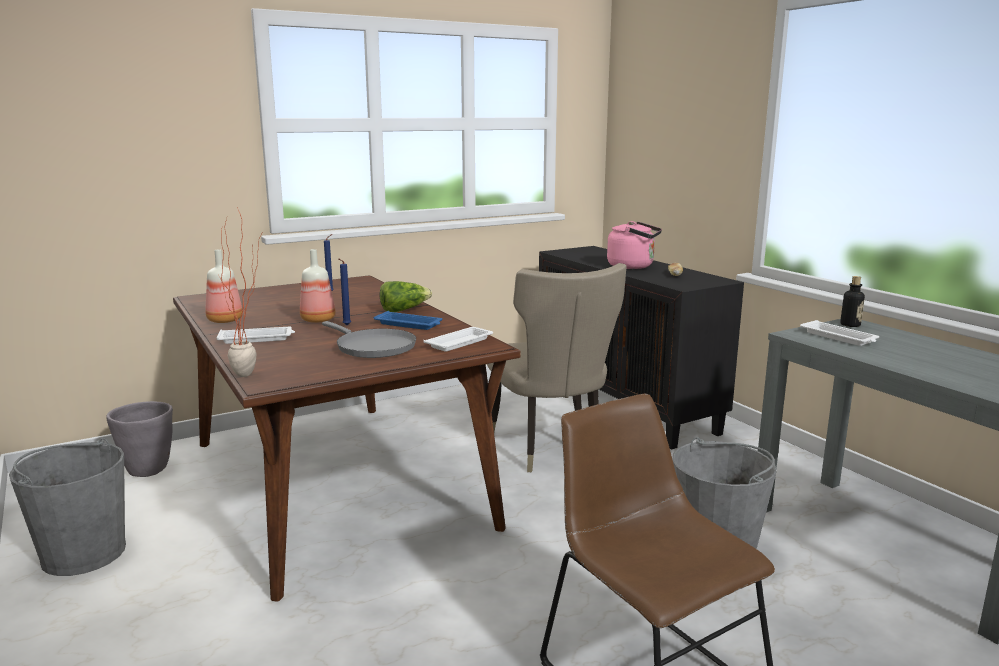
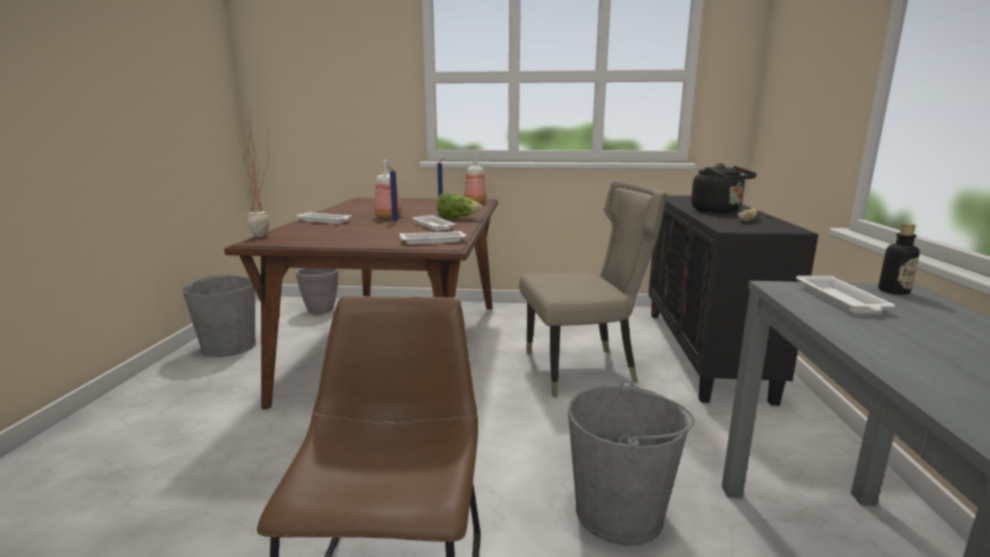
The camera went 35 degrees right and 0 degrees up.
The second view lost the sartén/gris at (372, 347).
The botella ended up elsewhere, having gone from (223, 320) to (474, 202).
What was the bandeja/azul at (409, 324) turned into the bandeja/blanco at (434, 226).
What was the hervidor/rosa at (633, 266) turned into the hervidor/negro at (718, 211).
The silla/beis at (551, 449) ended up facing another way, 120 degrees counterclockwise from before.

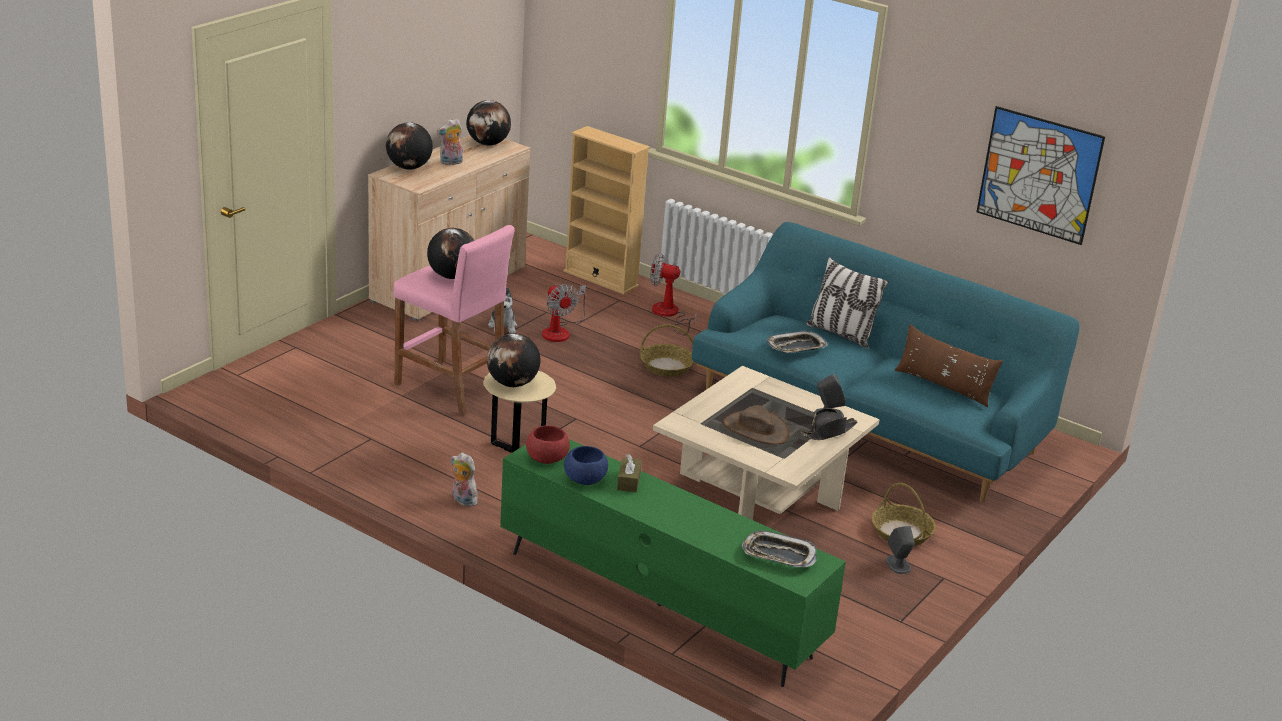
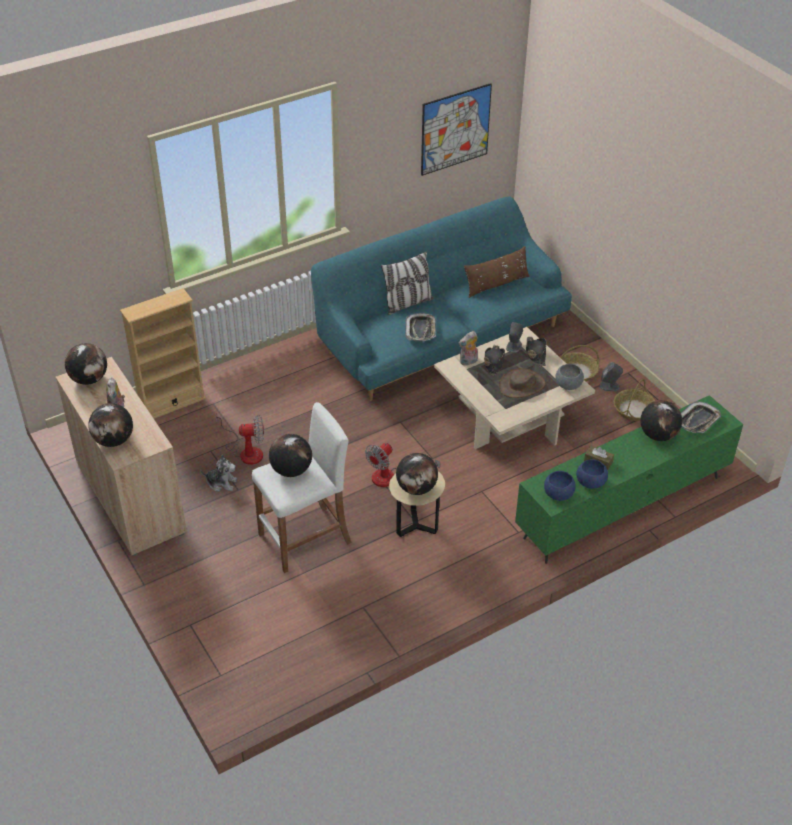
The camera went 65 degrees left and 15 degrees up.
The second view gained the sombrero/negro at (494, 362).
The second view gained the cuenco/gris at (568, 385).
The second view gained the globo terráqueo at (657, 435).
The peluche ended up elsewhere, having gone from (462, 500) to (468, 362).
The cesta ended up elsewhere, having gone from (666, 367) to (633, 410).
The ventilador ended up elsewhere, having gone from (669, 315) to (392, 478).
What was the taburete/rosa at (452, 387) turned into the taburete/blanco at (305, 539).
What was the cuenco/rojo at (547, 458) turned into the cuenco/azul at (558, 494).

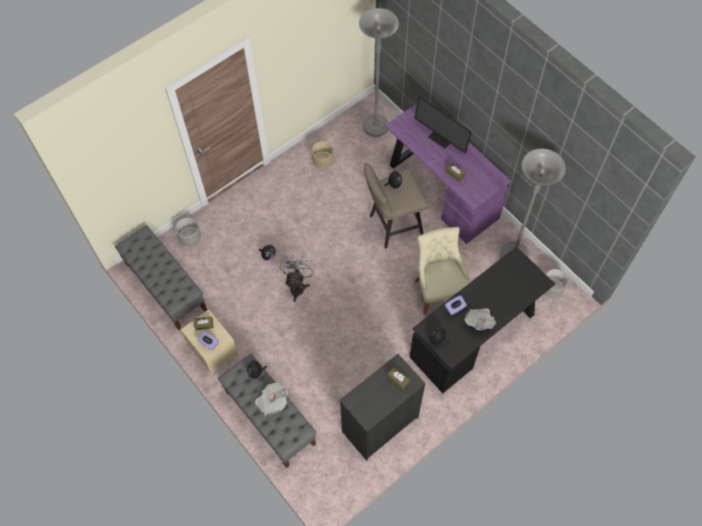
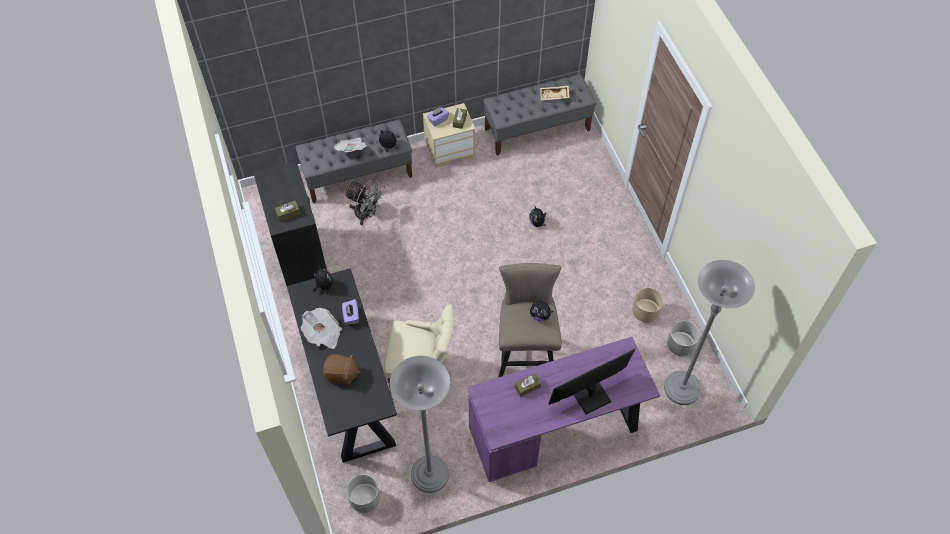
The camera went 110 degrees right and 5 degrees down.
The second view gained the peluche/marrón at (342, 374).
The second view gained the bandeja/beis at (554, 96).
The maceta/gris ended up elsewhere, having gone from (190, 238) to (680, 345).
The ventilador/gris ended up elsewhere, having gone from (298, 285) to (366, 214).

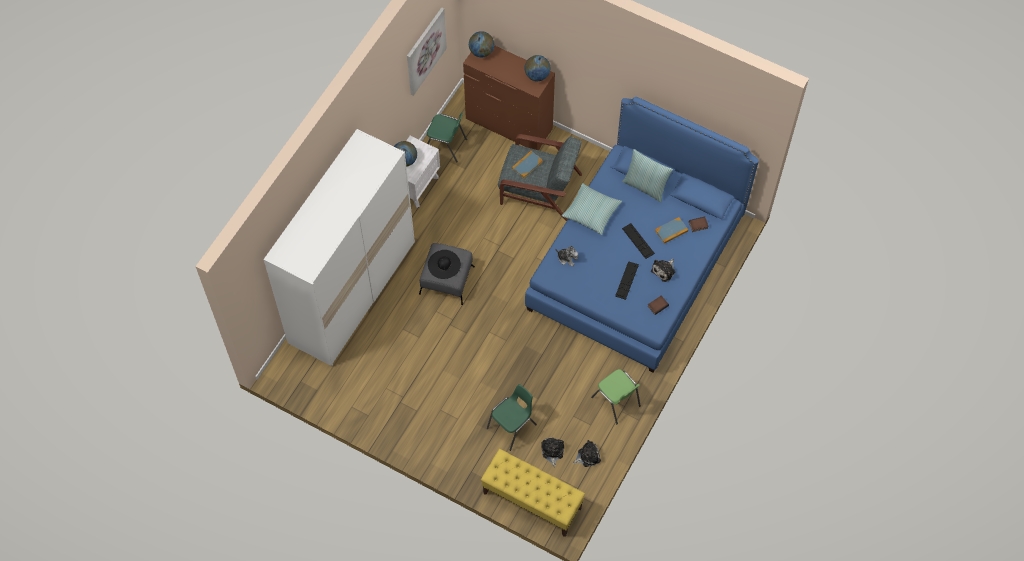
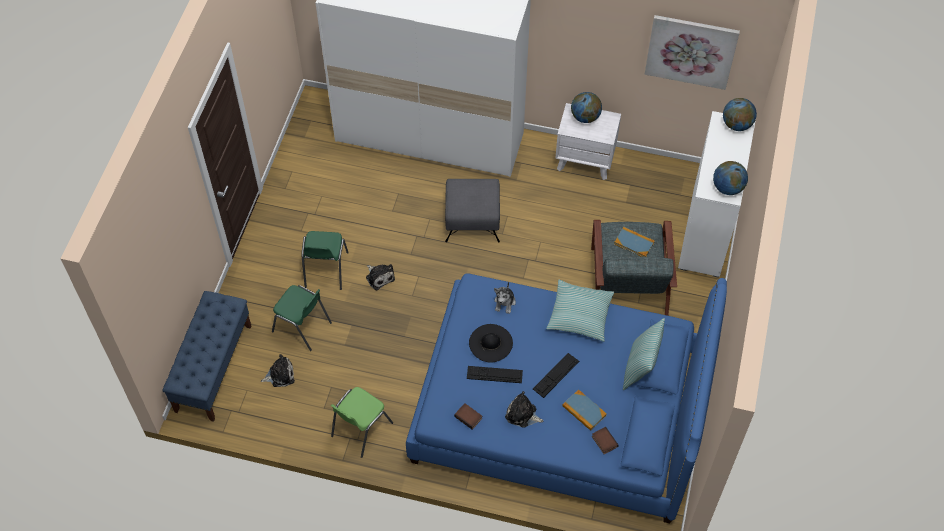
The camera went 75 degrees right and 5 degrees down.
The silla/verde ended up elsewhere, having gone from (446, 146) to (325, 270).
The sombrero/negro ended up elsewhere, having gone from (444, 264) to (490, 343).
The peluche ended up elsewhere, having gone from (587, 456) to (379, 277).
What was the cómoda/marrón at (509, 124) turned into the cómoda/blanco at (706, 231).
What was the banco/amarillo at (532, 500) turned into the banco/azul at (213, 368).

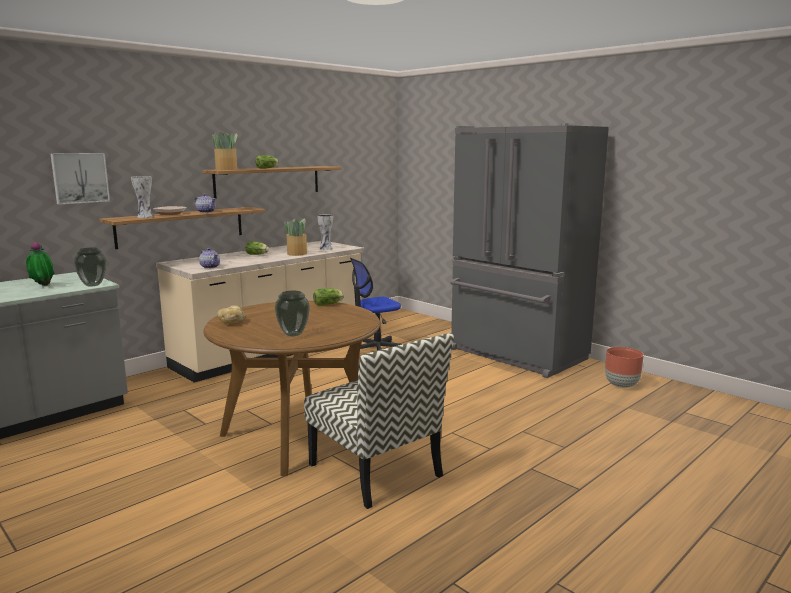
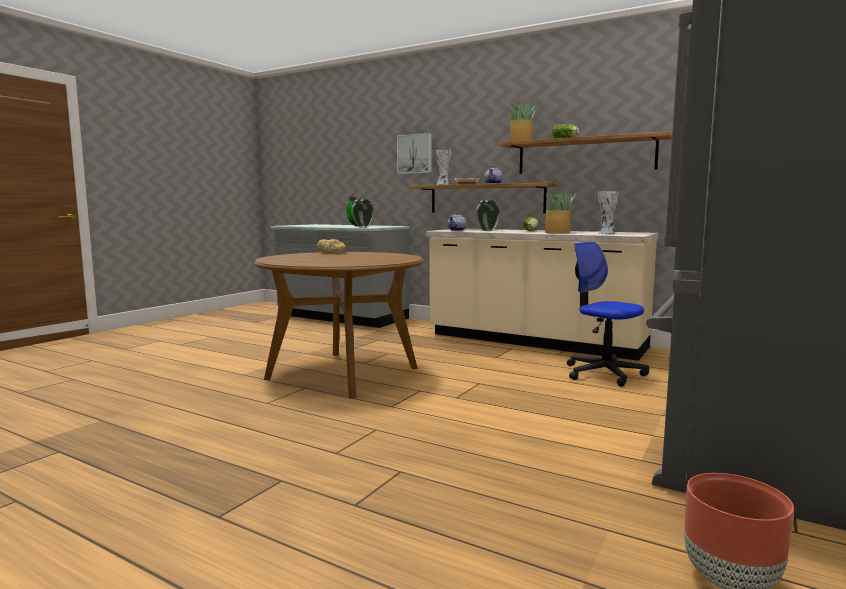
The camera went 75 degrees right and 5 degrees down.
The second view lost the silla at (377, 471).
The second view lost the lechuga at (329, 304).
The florero ended up elsewhere, having gone from (292, 334) to (487, 231).

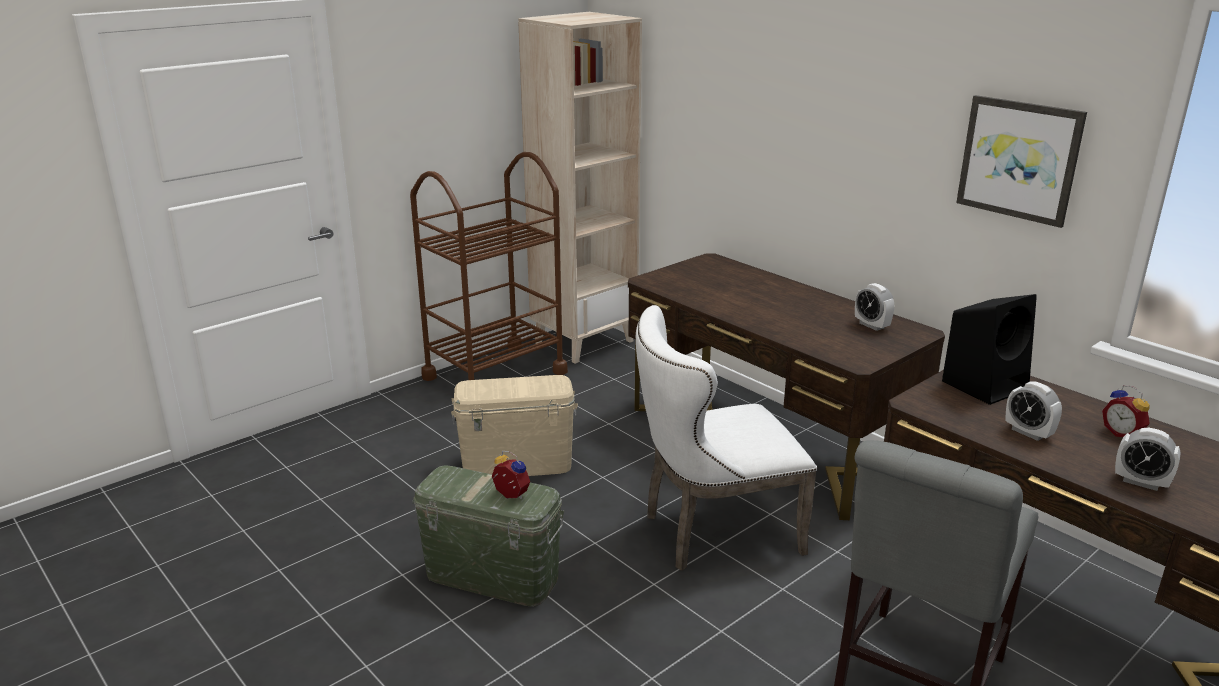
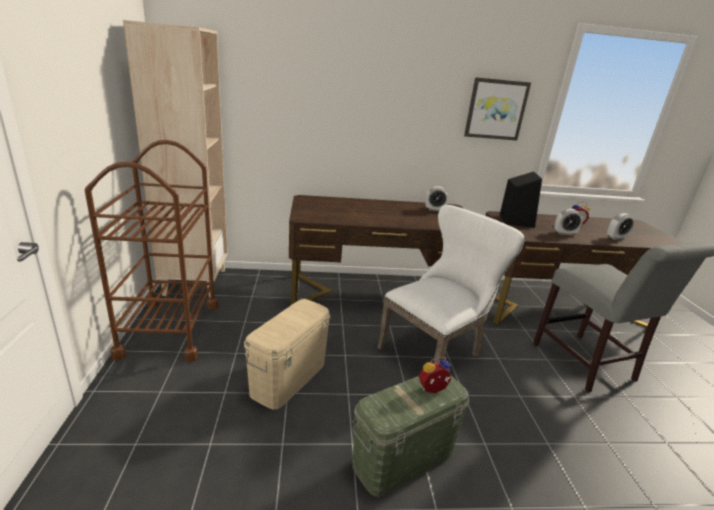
The camera went 55 degrees left and 0 degrees up.
The silla/blanco at (712, 532) ended up facing another way, 150 degrees counterclockwise from before.

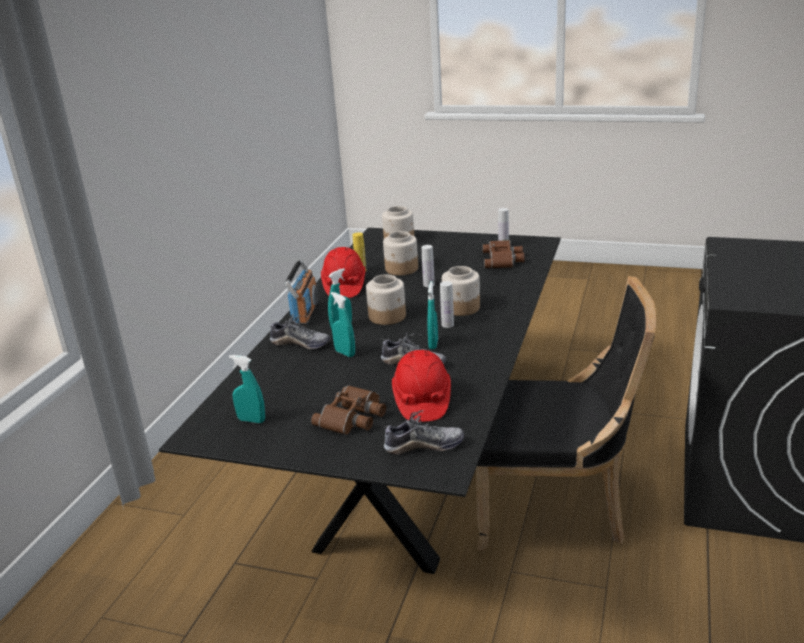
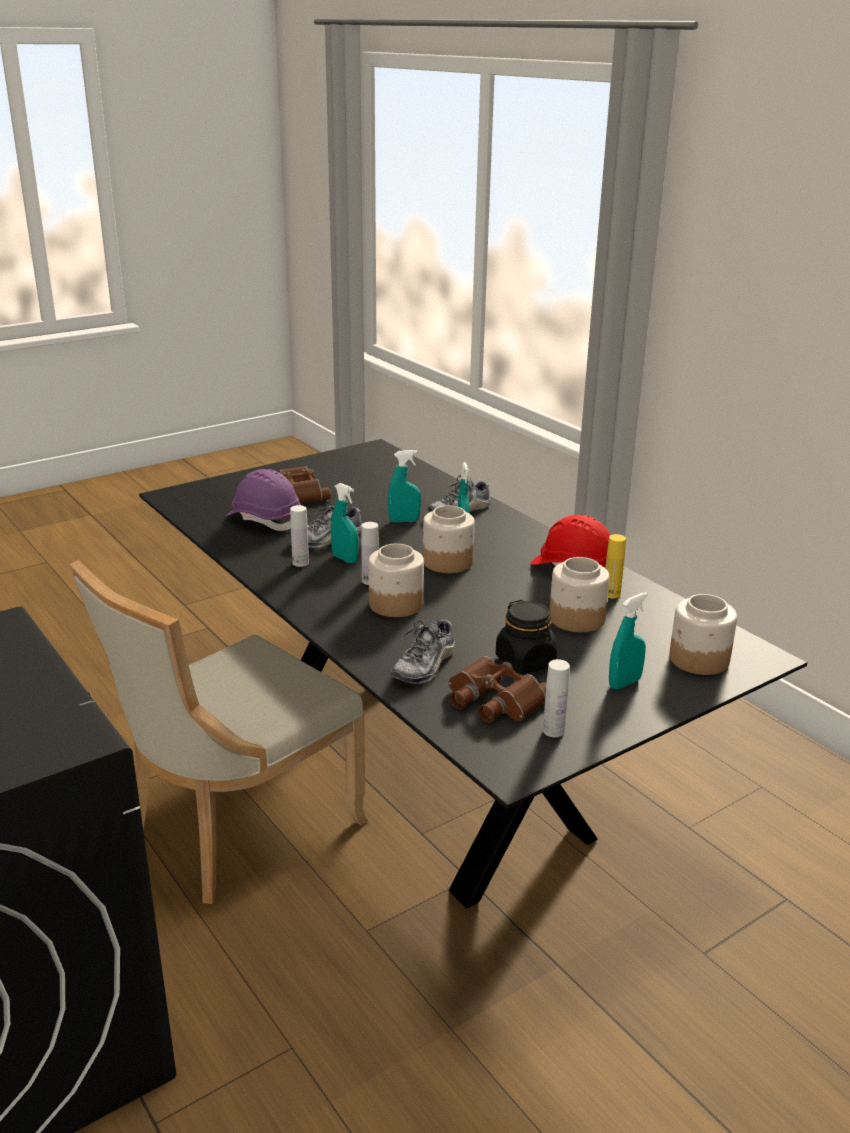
The camera went 125 degrees right and 0 degrees up.
The second view lost the radio at (305, 313).
The second view gained the tarro/negro at (525, 662).
The pulverizador/turquesa ended up elsewhere, having gone from (251, 420) to (624, 683).
The zapato ended up elsewhere, having gone from (424, 446) to (424, 665).
The botella/blanco ended up elsewhere, having gone from (429, 285) to (300, 563).
What was the casco/rojo at (421, 401) turned into the casco/morado at (264, 520).
What was the silla/negro at (554, 509) turned into the silla/beis at (236, 830).

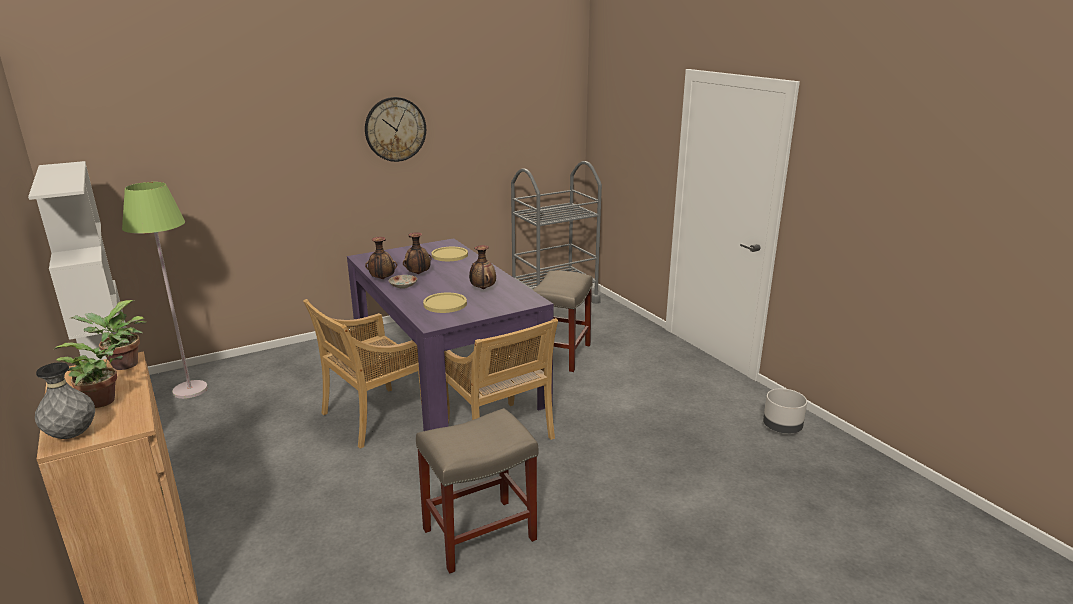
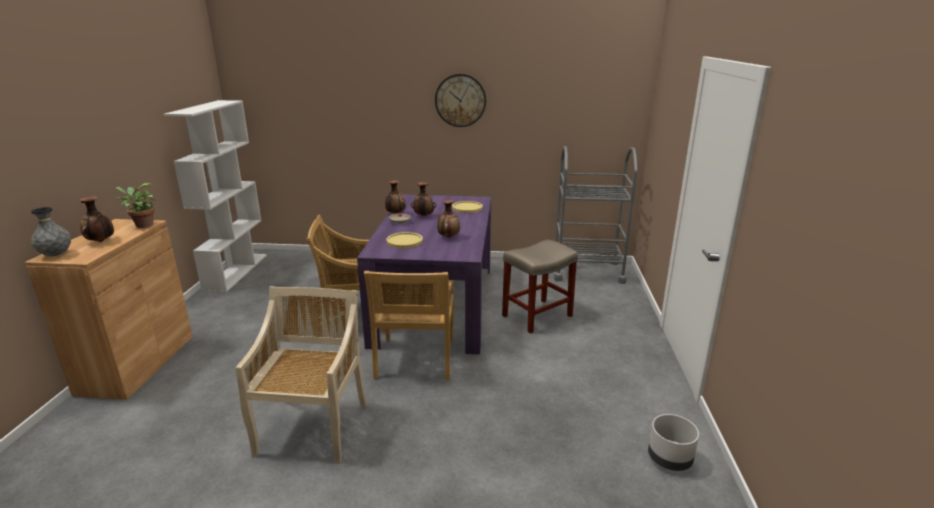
The camera went 35 degrees right and 0 degrees up.
The second view lost the lámpara de pie/verde at (190, 390).
Where the planta en maceta stood at (105, 400), the florero came to stand at (101, 241).
Where the taburete/beis stood at (480, 533), the silla/beis came to stand at (313, 427).

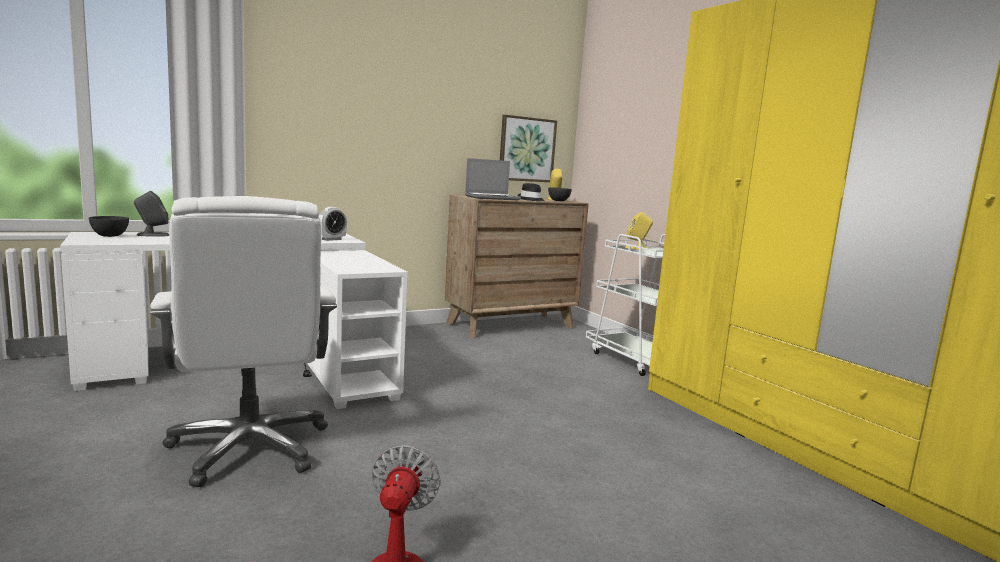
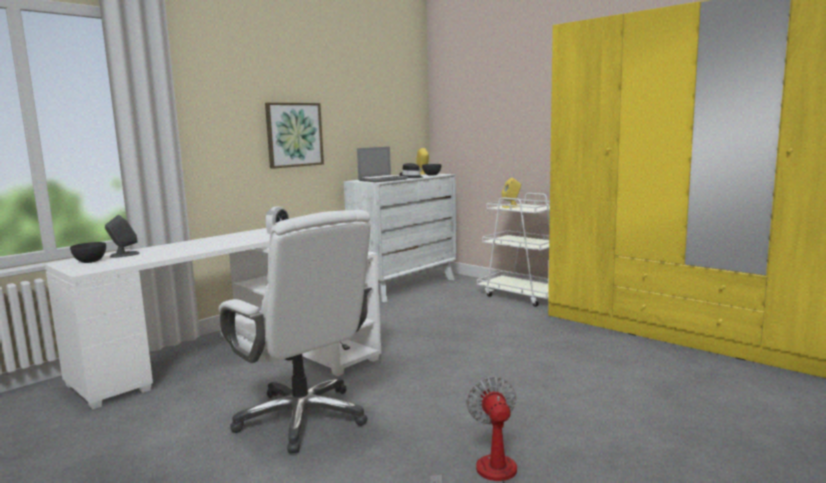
The camera went 15 degrees left and 0 degrees up.
The cuadro ended up elsewhere, having gone from (526, 149) to (294, 135).
What was the cómoda/marrón at (510, 326) turned into the cómoda/blanco at (405, 286).

